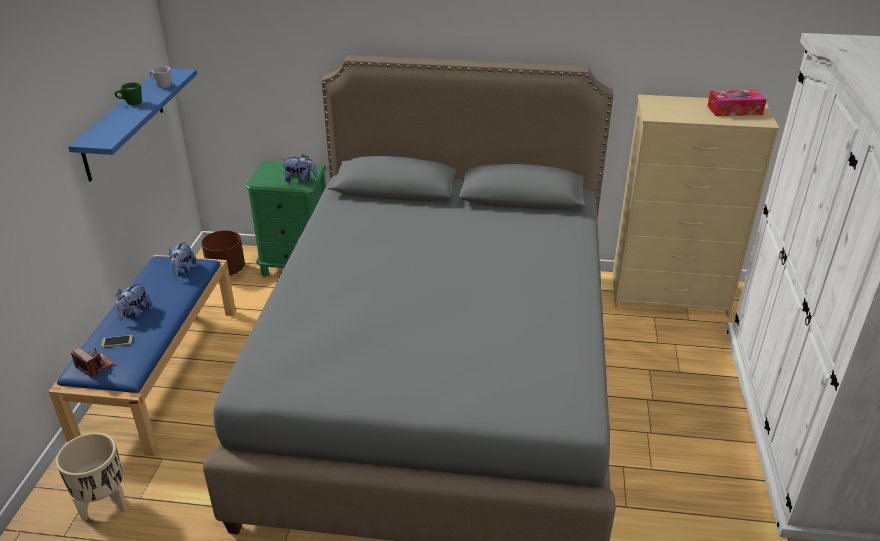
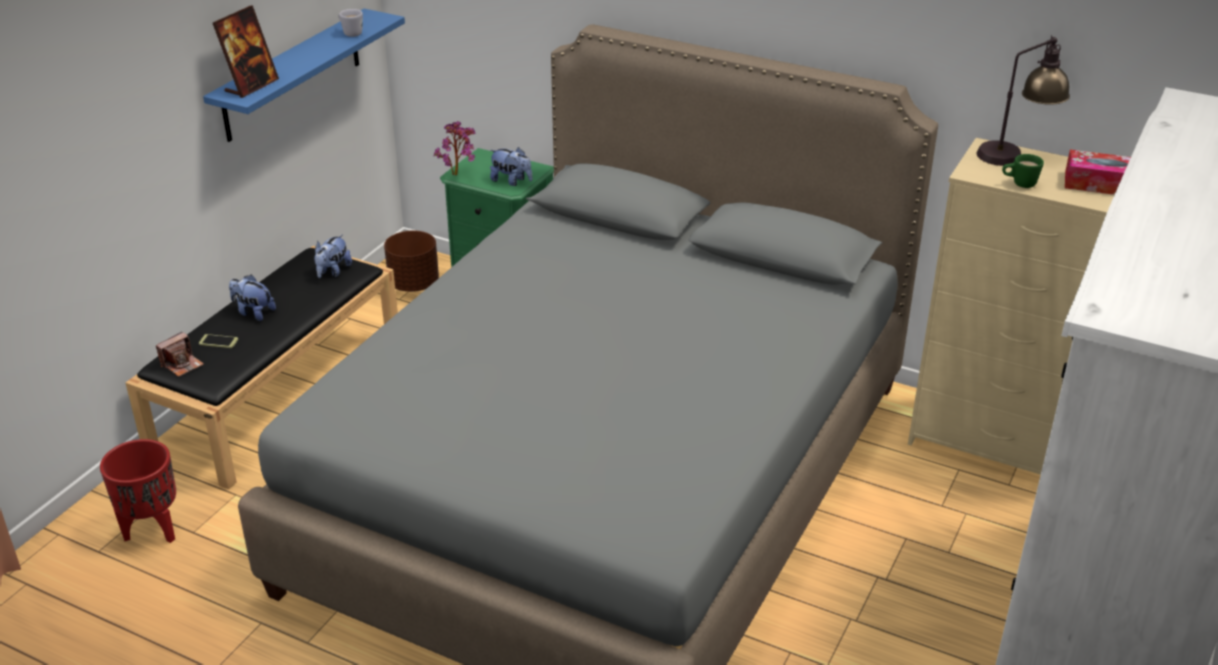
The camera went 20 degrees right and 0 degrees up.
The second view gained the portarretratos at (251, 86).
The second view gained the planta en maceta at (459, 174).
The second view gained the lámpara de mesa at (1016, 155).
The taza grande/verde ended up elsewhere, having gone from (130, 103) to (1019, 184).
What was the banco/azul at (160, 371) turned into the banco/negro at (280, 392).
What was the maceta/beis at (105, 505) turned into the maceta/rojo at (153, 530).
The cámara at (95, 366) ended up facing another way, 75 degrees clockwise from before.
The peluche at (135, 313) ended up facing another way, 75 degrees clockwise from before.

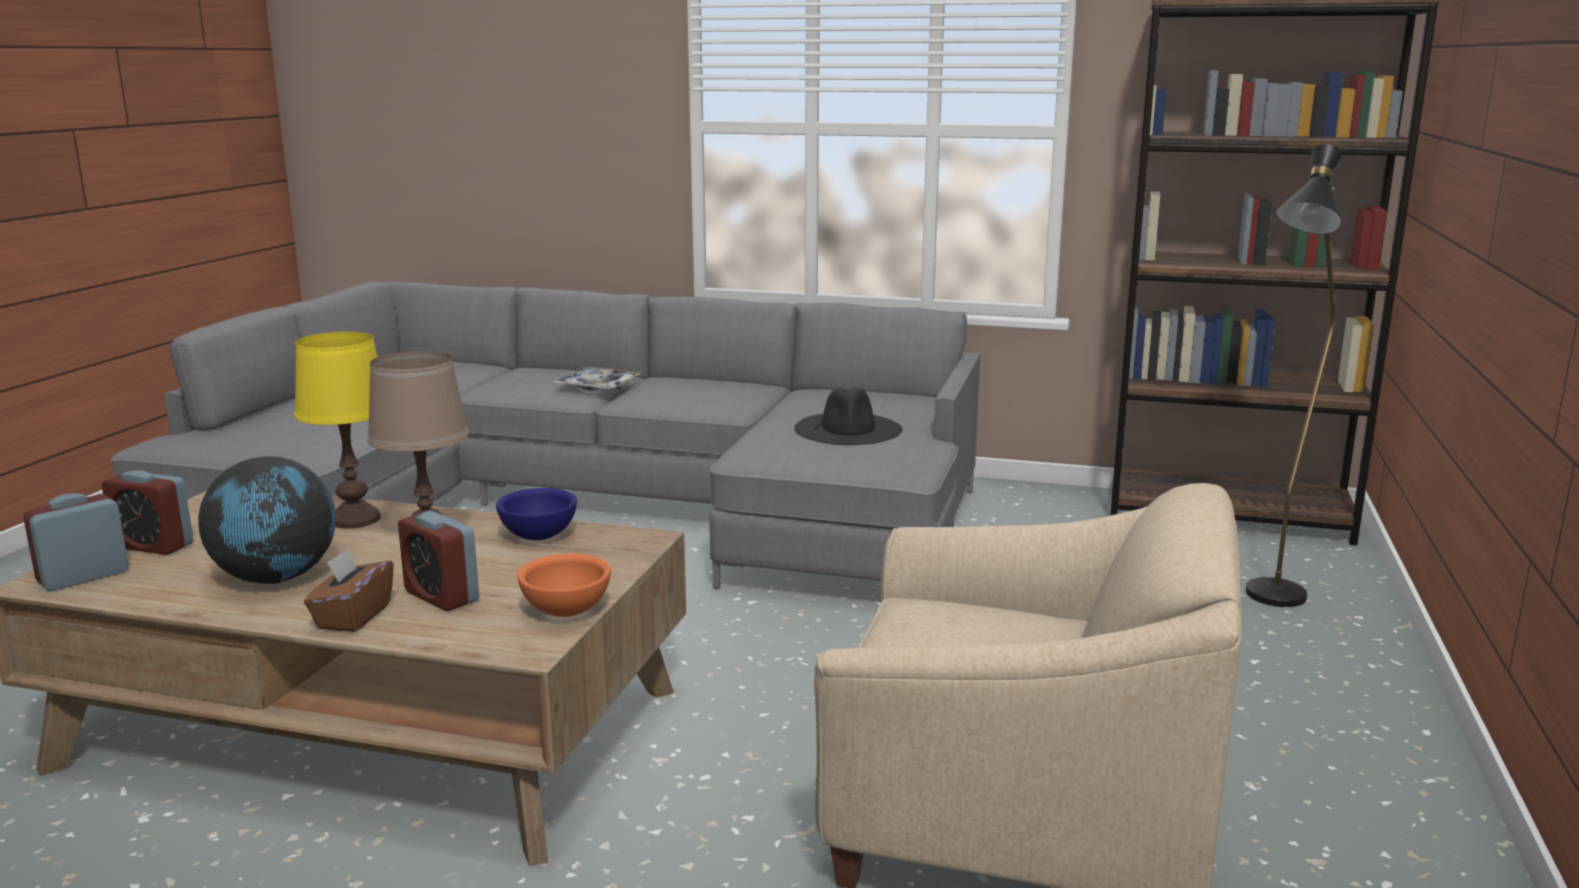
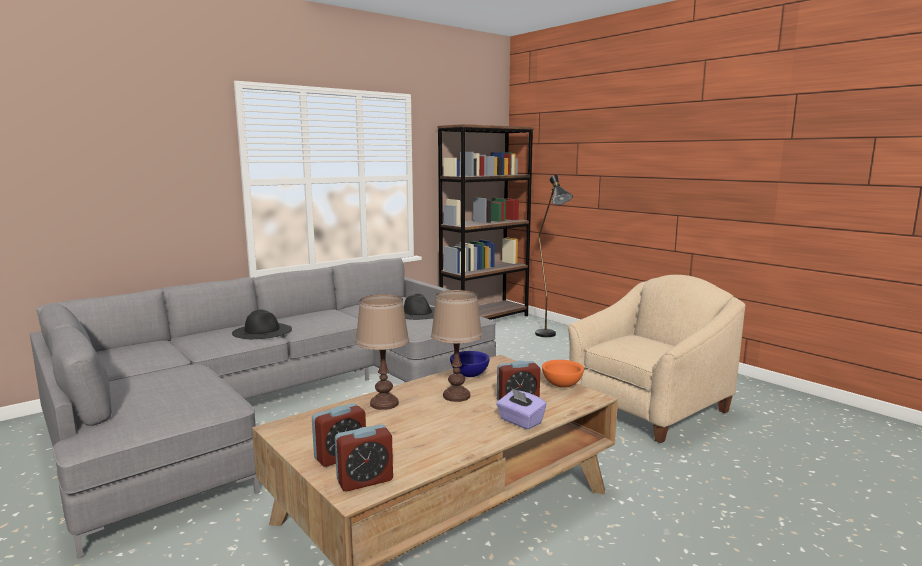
The camera went 55 degrees left and 5 degrees down.
The second view lost the globo terráqueo at (277, 578).
Where the bandeja stood at (598, 387), the sombrero/negro came to stand at (262, 331).
What was the lámpara de mesa/amarillo at (355, 519) turned into the lámpara de mesa/marrón at (384, 403).
What was the caja de pañuelos/marrón at (353, 617) turned into the caja de pañuelos/morado at (520, 421).
The despertador at (83, 577) ended up facing another way, 105 degrees counterclockwise from before.

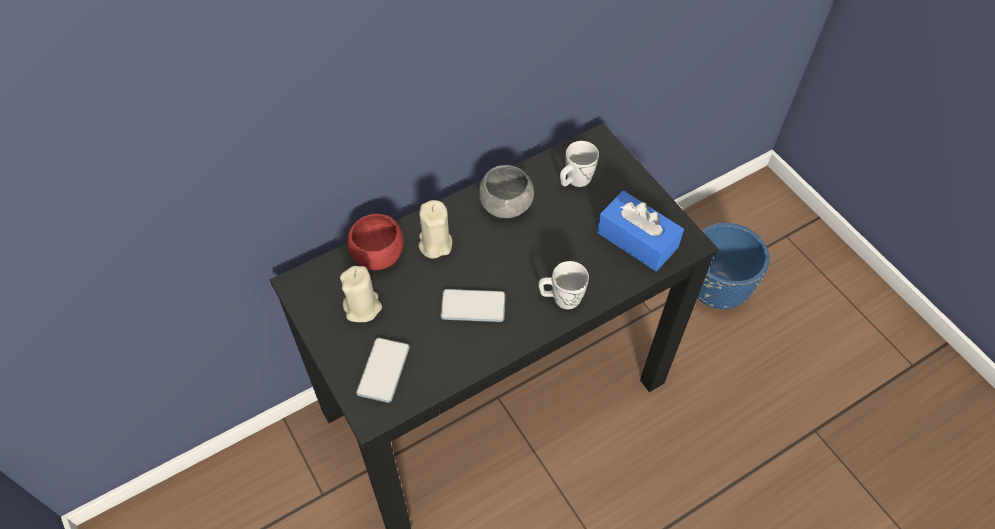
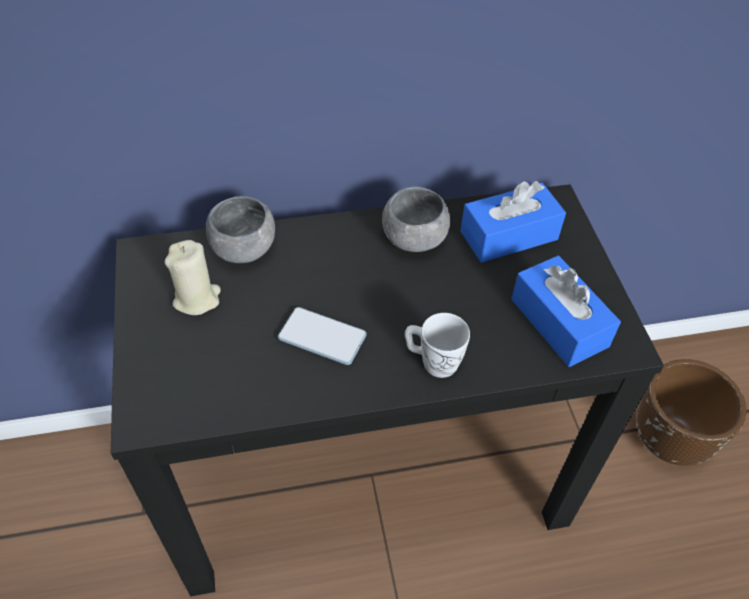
The camera went 20 degrees right and 5 degrees down.
The second view lost the móvil at (383, 370).
The second view lost the vela/beis at (435, 244).
Where the taza grande/blanco stood at (575, 181), the caja de pañuelos/azul came to stand at (509, 235).
What was the cuenco/rojo at (377, 255) turned into the cuenco/gris at (243, 249).
What was the maceta/azul at (715, 290) turned into the maceta/marrón at (669, 439).

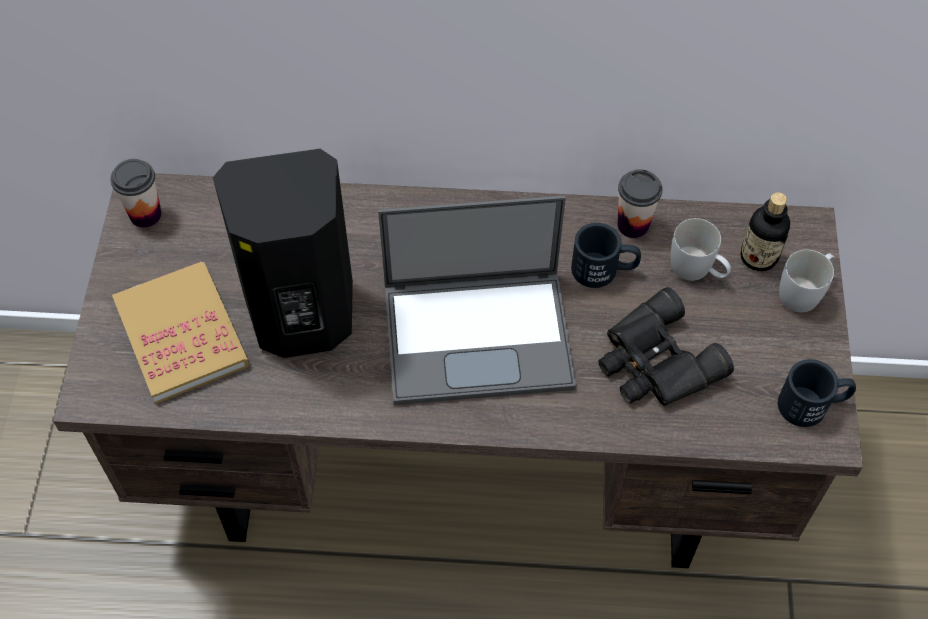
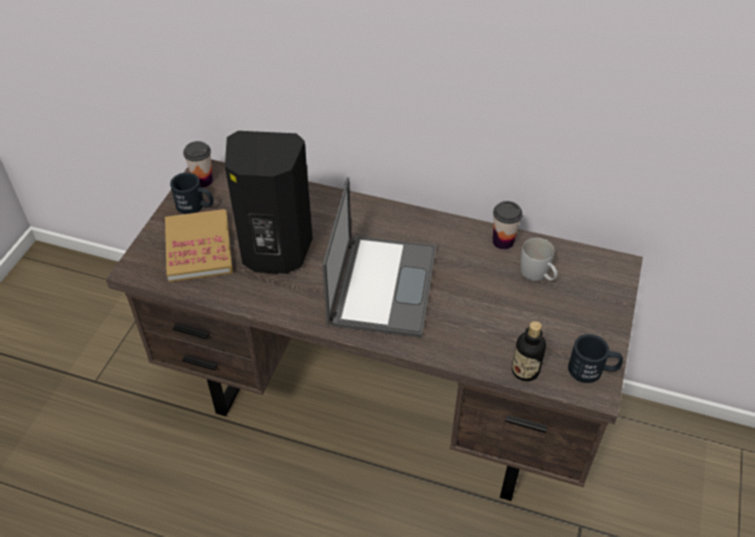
The camera went 15 degrees right and 10 degrees down.
The second view lost the prismáticos/negro at (655, 363).
The second view lost the taza grande/blanco at (804, 291).
The taza grande/negro ended up elsewhere, having gone from (604, 270) to (196, 206).
The botella ended up elsewhere, having gone from (758, 257) to (525, 370).
The portátil at (480, 335) ended up facing another way, 90 degrees counterclockwise from before.

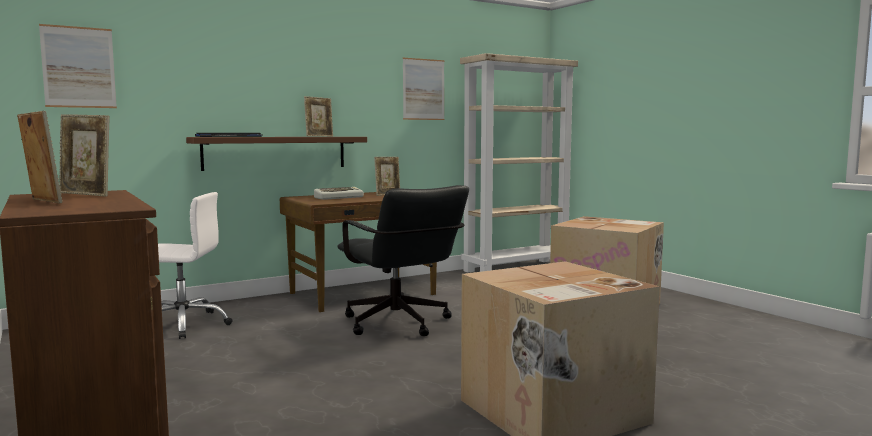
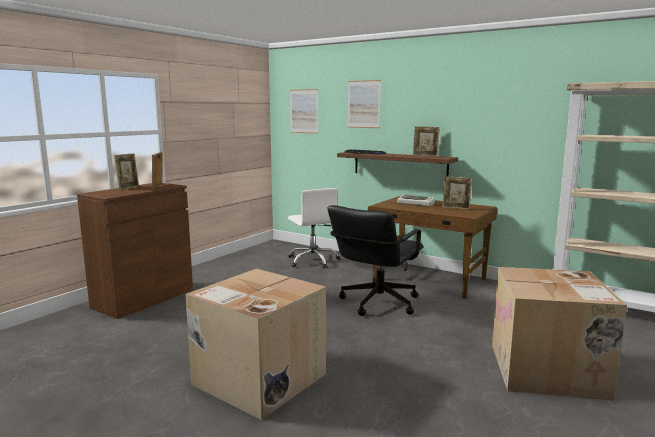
The camera went 65 degrees right and 5 degrees up.
The cuadro ended up elsewhere, having gone from (423, 89) to (364, 104).

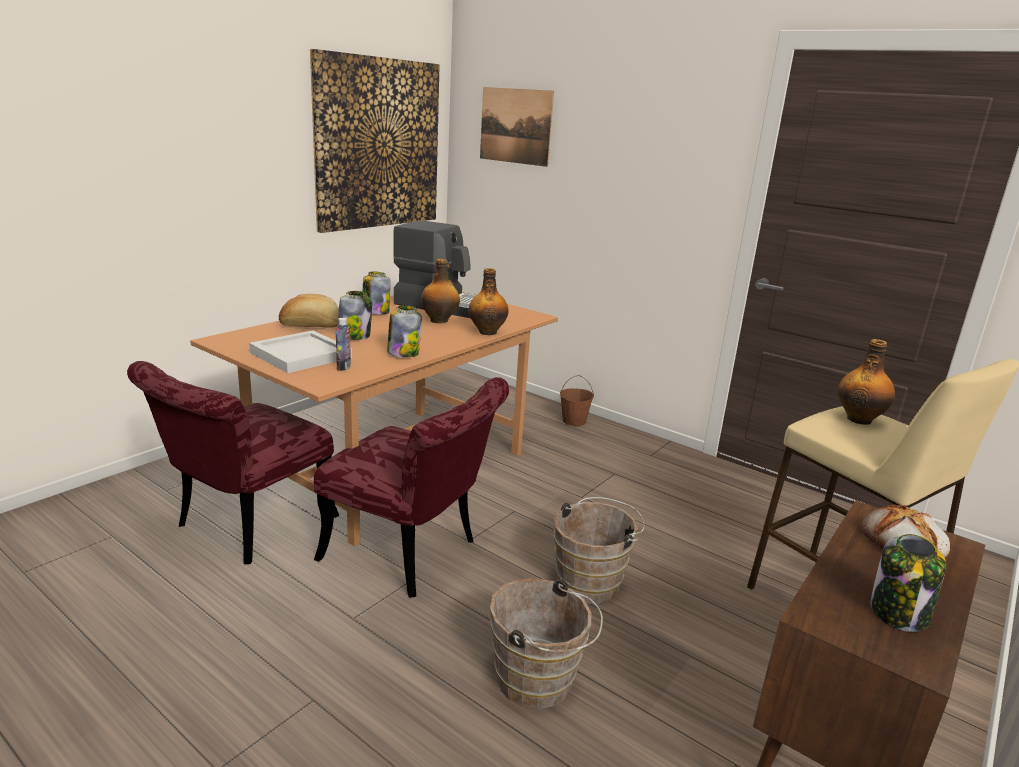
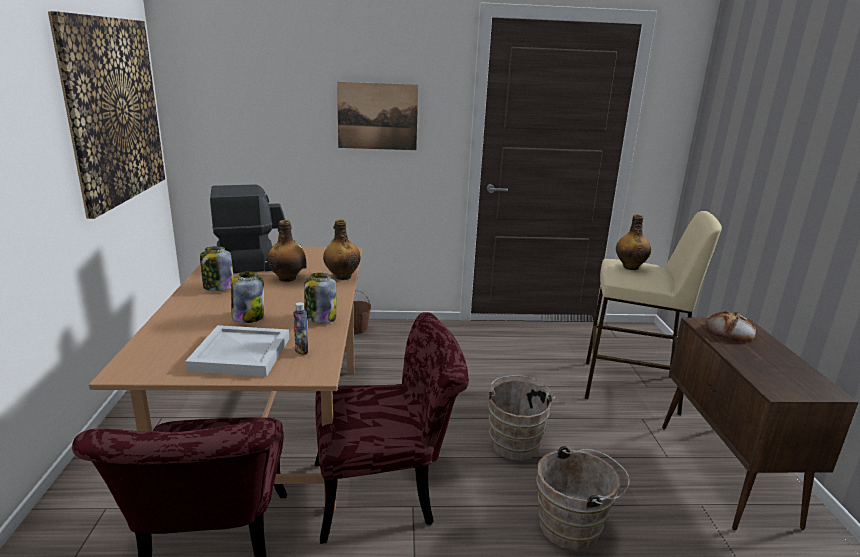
The camera went 40 degrees left and 0 degrees up.
The second view lost the pan at (311, 326).
The second view lost the tarro at (899, 613).
The cuadro ended up elsewhere, having gone from (515, 126) to (377, 116).

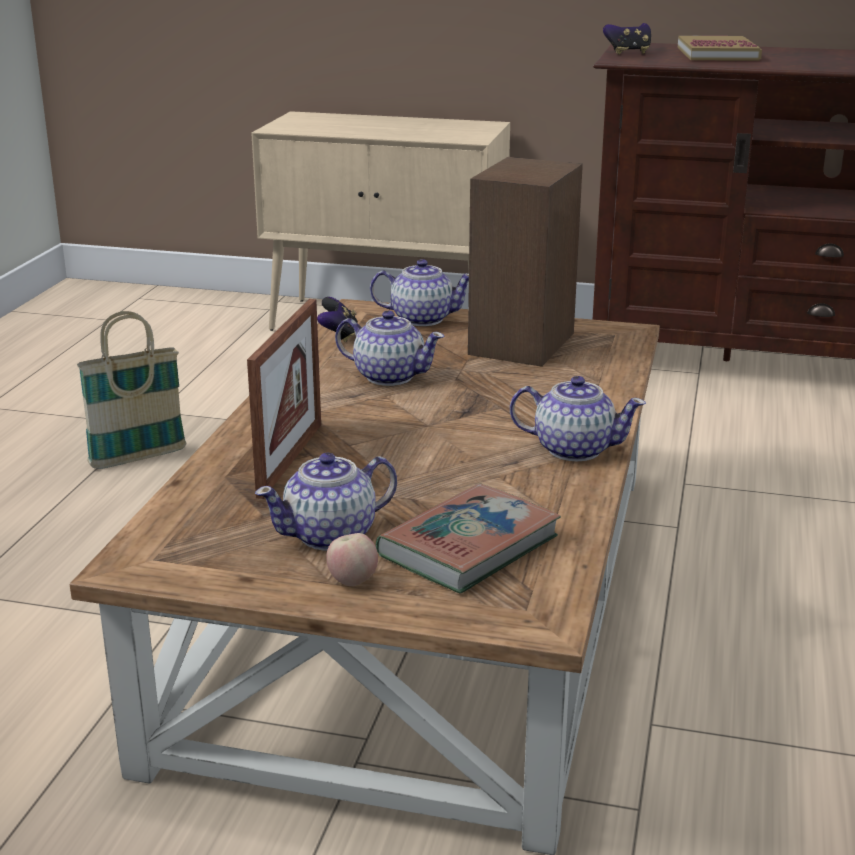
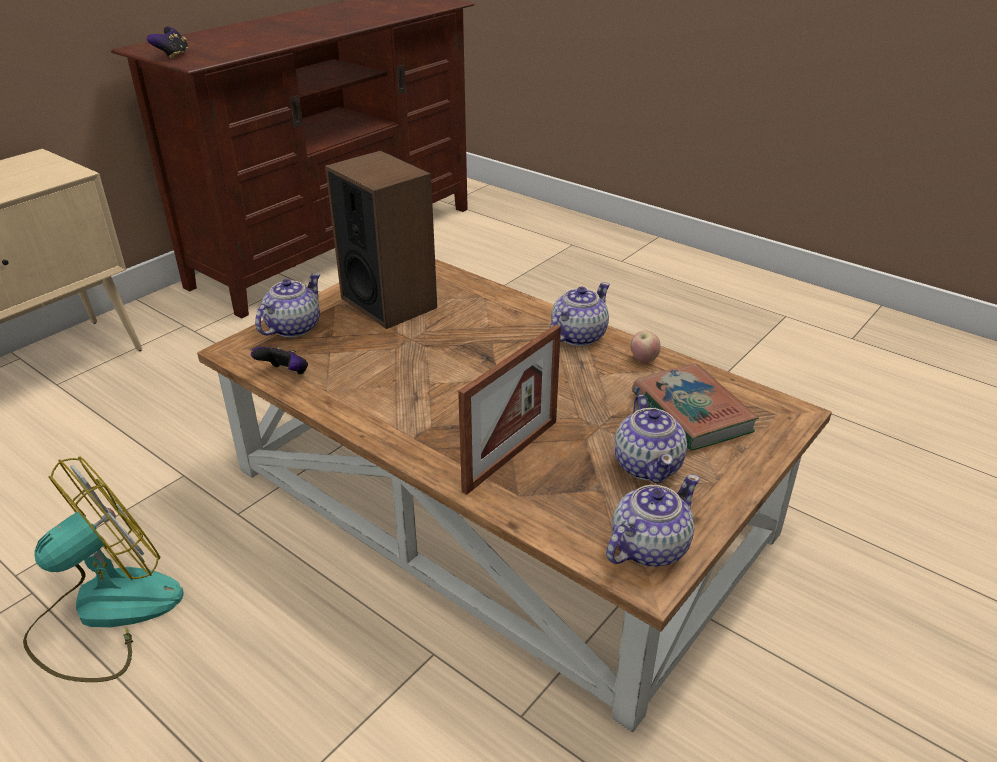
The camera went 65 degrees left and 10 degrees up.
The second view lost the libro at (717, 53).
The manzana ended up elsewhere, having gone from (353, 581) to (643, 360).
The tetera ended up elsewhere, having gone from (389, 376) to (648, 547).
Where the cesta stood at (138, 458), the ventilador came to stand at (104, 613).
The portarretratos at (290, 459) ended up facing another way, 90 degrees clockwise from before.

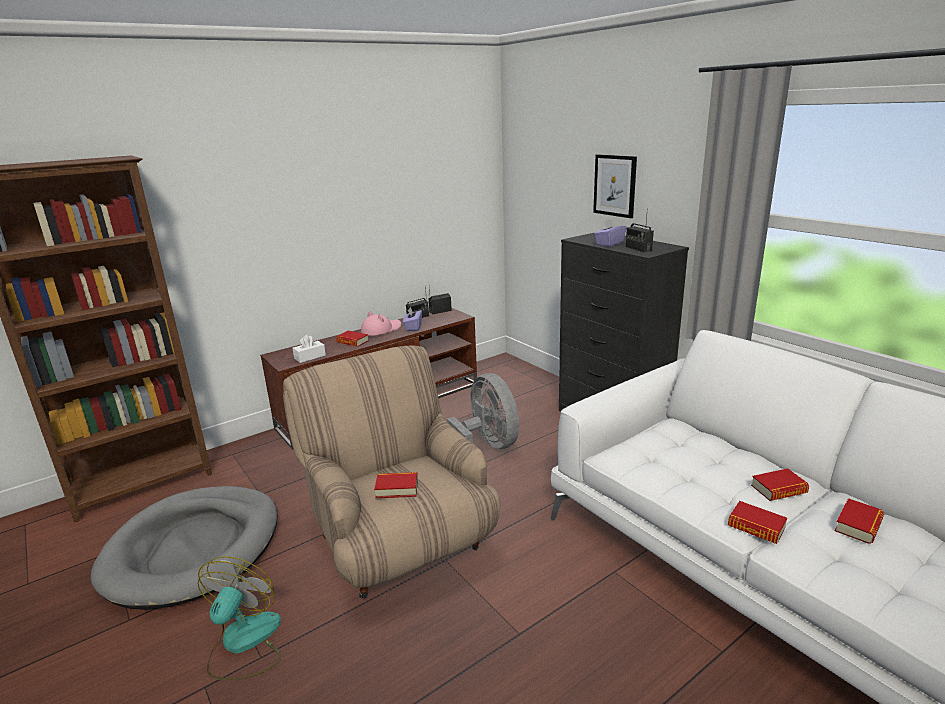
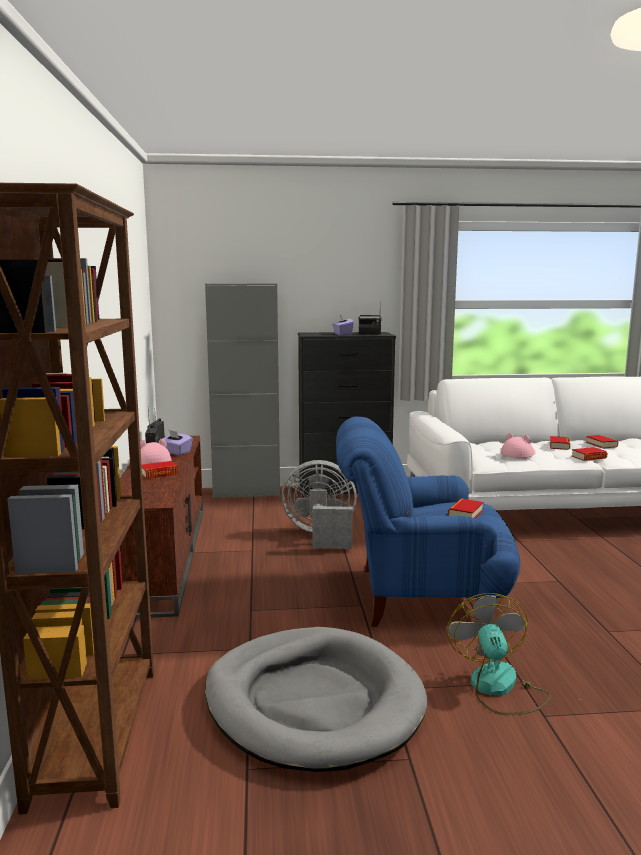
The camera went 60 degrees left and 10 degrees down.
The second view lost the caja de pañuelos/blanco at (310, 357).
The second view lost the cuadro at (615, 185).
The second view gained the armario/gris at (246, 493).
The second view gained the sombrero/rosa at (518, 454).
What was the sillón/beis at (399, 543) turned into the sillón/azul at (419, 596).
The ventilador at (244, 643) ended up facing another way, 45 degrees clockwise from before.

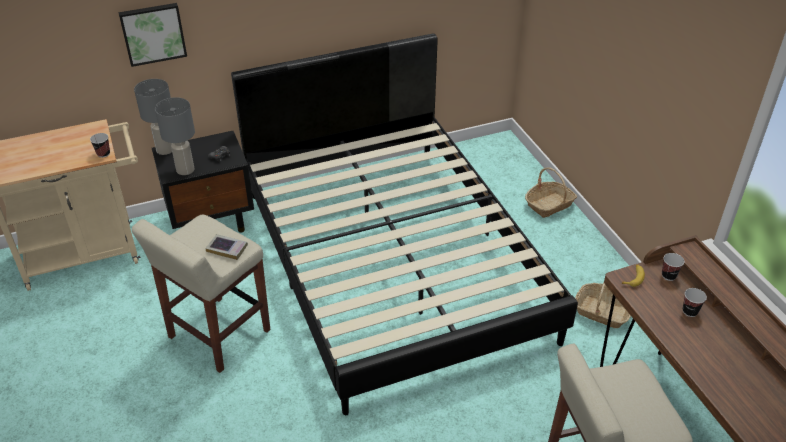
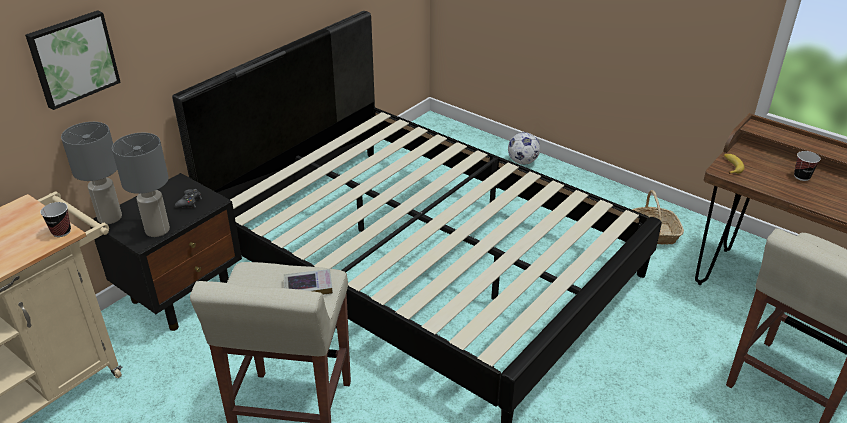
The camera went 30 degrees left and 5 degrees down.
The second view lost the taza at (669, 275).
Where the cesta stood at (549, 205), the balón de fútbol came to stand at (522, 162).

